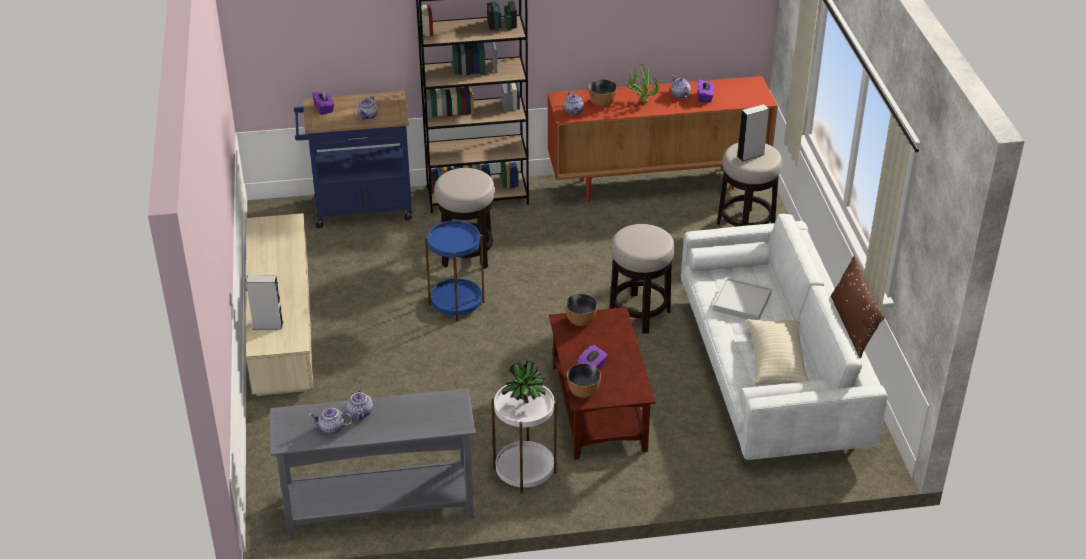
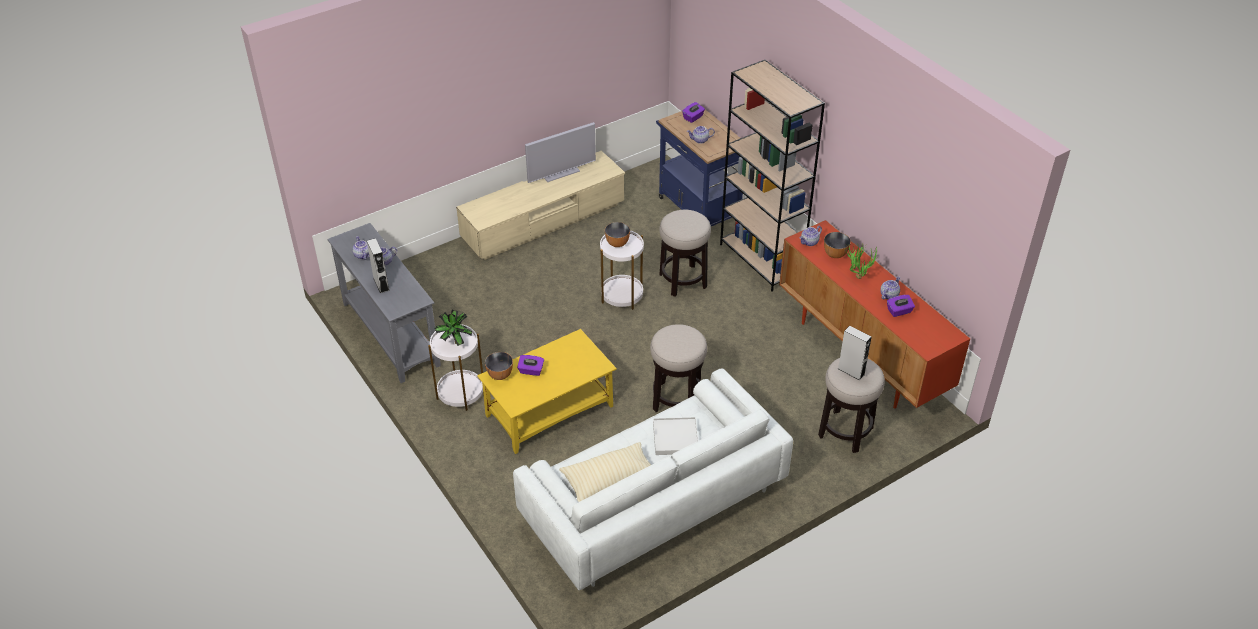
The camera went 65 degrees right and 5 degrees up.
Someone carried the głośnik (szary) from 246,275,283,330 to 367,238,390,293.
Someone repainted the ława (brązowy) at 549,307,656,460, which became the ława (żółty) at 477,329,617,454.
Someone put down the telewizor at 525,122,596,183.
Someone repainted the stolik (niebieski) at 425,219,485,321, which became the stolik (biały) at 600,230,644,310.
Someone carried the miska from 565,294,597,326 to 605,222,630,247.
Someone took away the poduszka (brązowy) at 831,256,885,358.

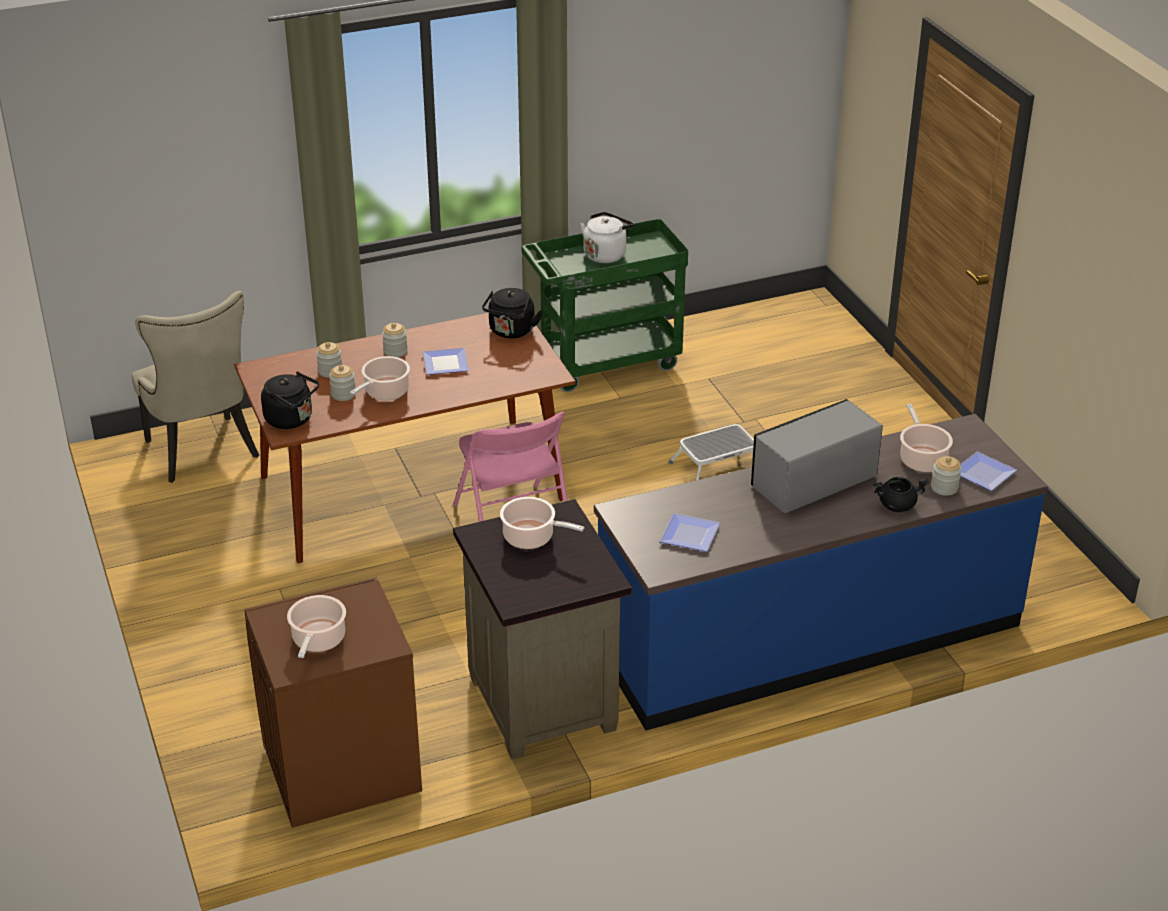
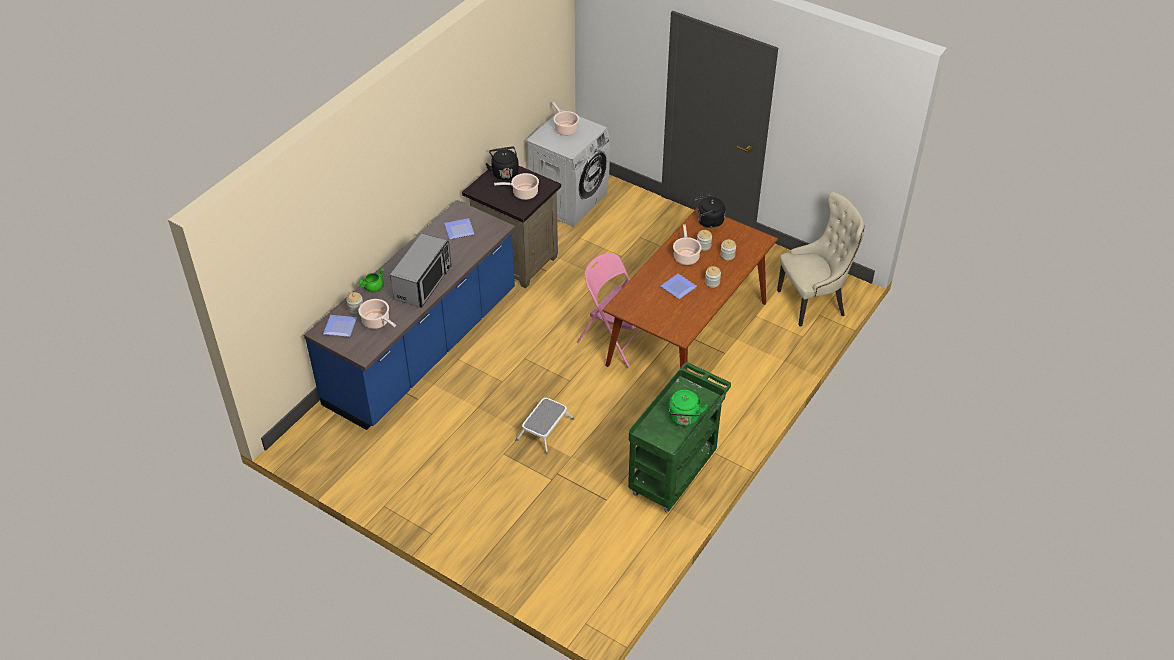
The camera went 145 degrees right and 10 degrees up.
Someone repainted the garnek (czarny) at 873,477,929,512, which became the garnek (zielony) at 358,268,385,292.
Someone carried the czajnik (czarny) from 482,288,542,338 to 486,146,519,180.
Someone repainted the pralka (brązowy) at 245,577,422,828, which became the pralka (biały) at 526,109,610,226.
Someone repainted the czajnik (biały) at 580,212,634,263, which became the czajnik (zielony) at 668,390,708,426.
Someone rotated the krzesło (beżowy) at 132,291,259,483 by 135 degrees clockwise.

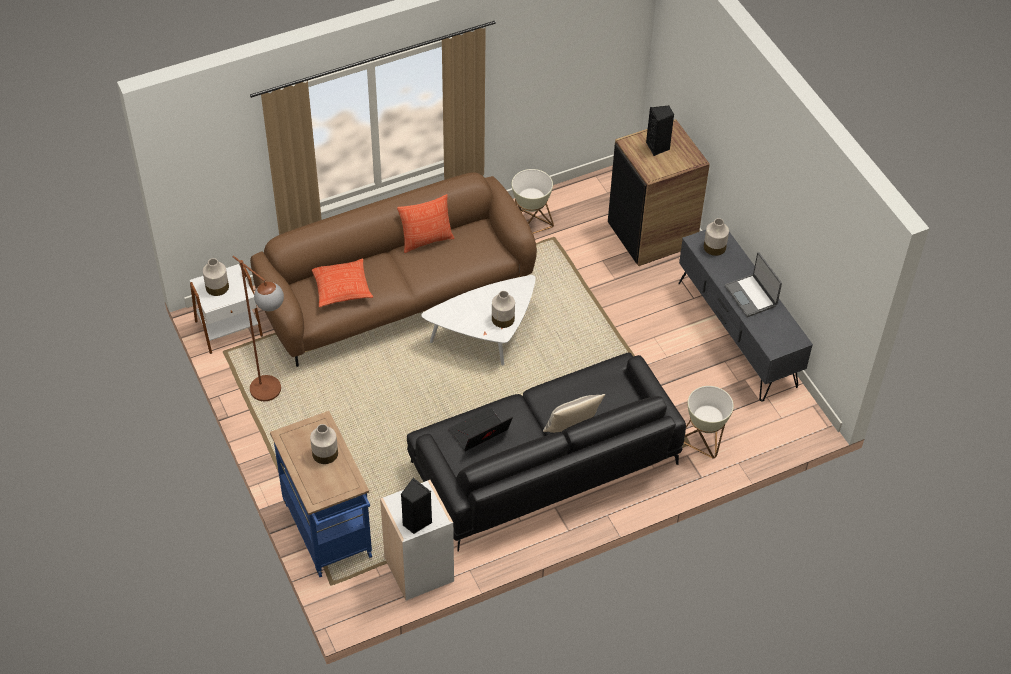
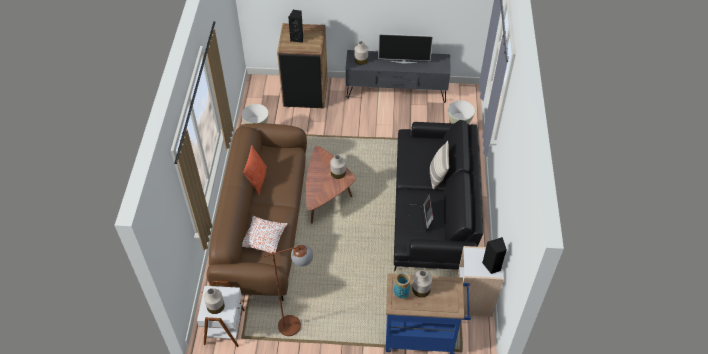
The camera went 60 degrees left and 0 degrees up.
Someone repainted the poduszka (pomarańczowy) at 312,258,373,307, which became the poduszka (biały) at 242,216,288,255.
Someone repainted the ława (biały) at 422,275,536,366, which became the ława (brązowy) at 306,146,356,224.
Someone swapped the laptop at 725,252,782,317 for the telewizor at 378,34,433,63.
Someone put down the wazon at 393,272,411,298.

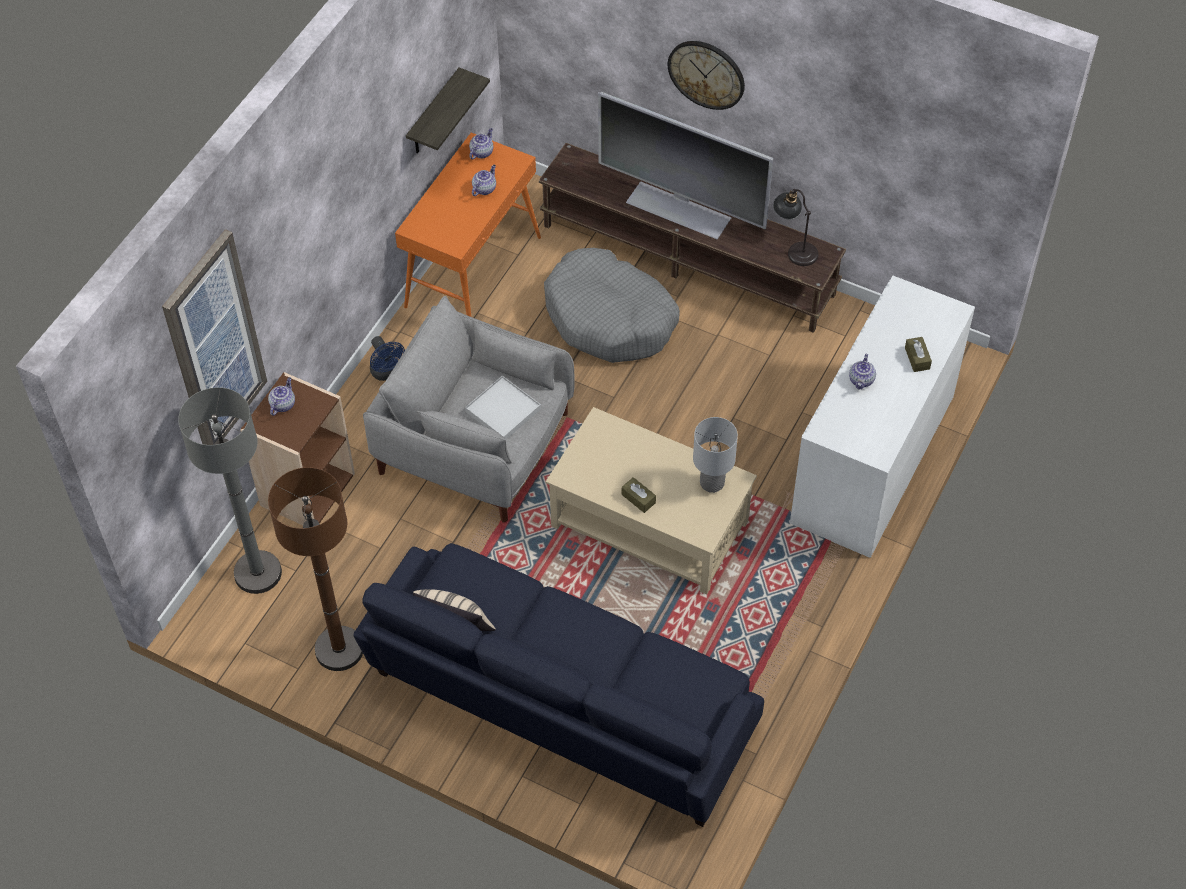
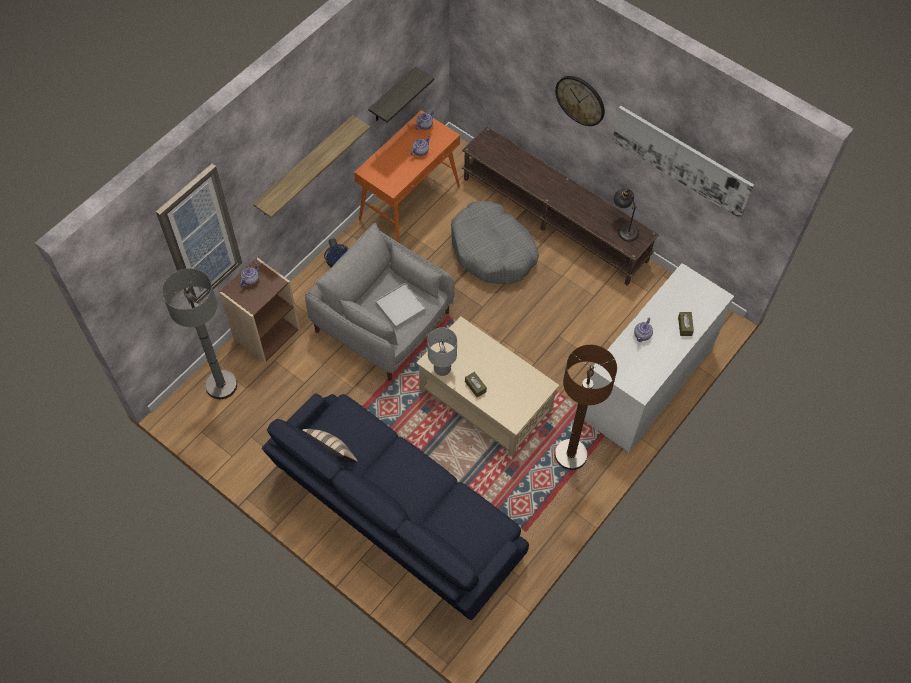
The camera went 10 degrees right and 5 degrees up.
Someone put up the półka at 253,115,371,218.
Someone carried the lampa stołowa (szary) from 693,417,738,493 to 427,328,457,376.
Someone carried the lampa stojąca (brązowy) from 268,467,363,671 to 555,345,617,470.
Someone put up the obraz at 612,106,754,219.
Someone took away the telewizor at 598,92,773,239.

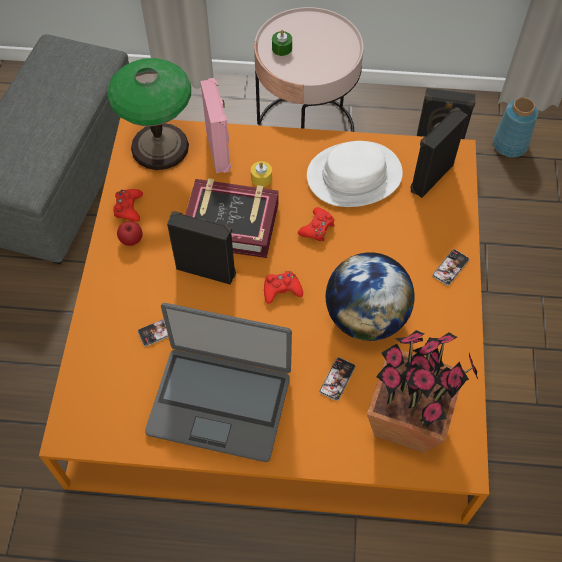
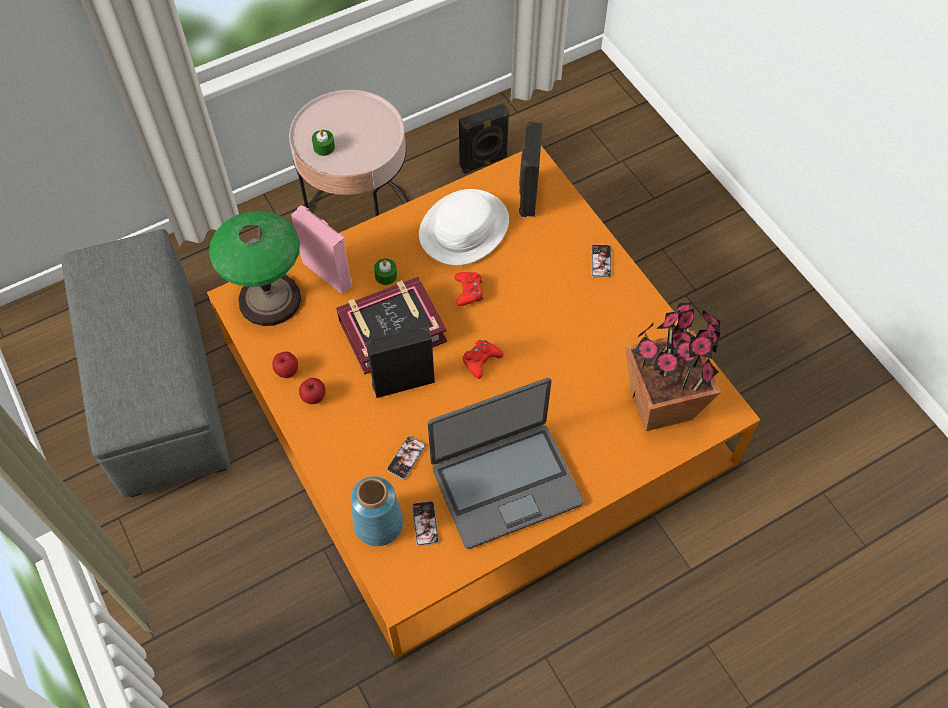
The camera went 35 degrees left and 0 degrees up.
Someone swapped the pad do gier (czerwony) at 113,189,143,222 for the jabłko at 272,352,298,378.
Someone carried the wazon (niebieski) from 493,97,538,157 to 351,476,403,546.
Someone repainted the świeca (żółty) at 251,161,272,187, which became the świeca (zielony) at 374,258,397,285.
Someone carried the telefon from 319,357,356,401 to 412,501,439,546.
Someone took away the globus at 326,252,414,341.

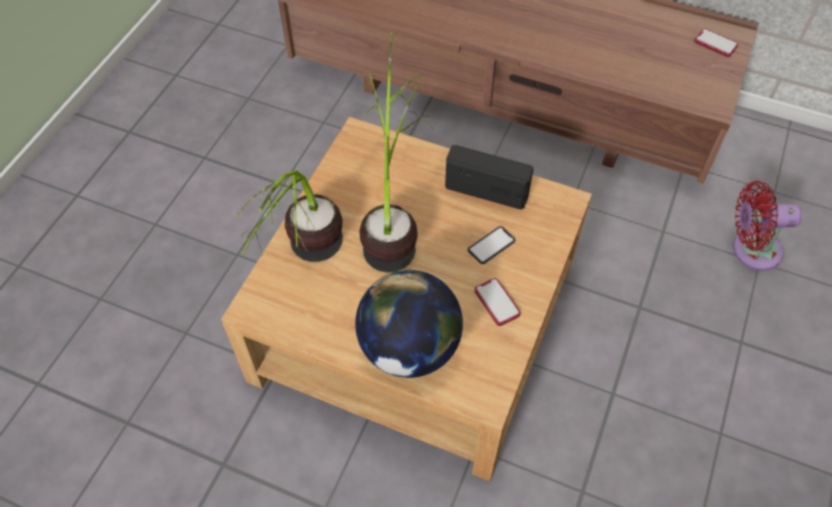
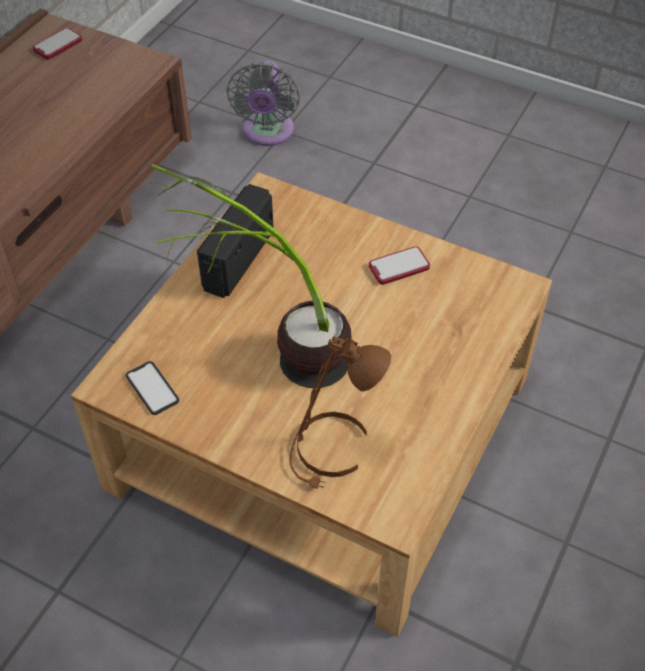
The camera went 85 degrees left and 5 degrees down.
Someone carried the telefon from 468,226,515,264 to 126,361,179,415.
Someone repainted the wentylator (czerwony) at 733,181,802,271, which became the wentylator (szary) at 226,60,300,146.
Someone swapped the roślina doniczkowa at 235,170,343,262 for the lampa stołowa (brązowy) at 289,336,391,489.
Someone took away the globus at 355,270,463,378.

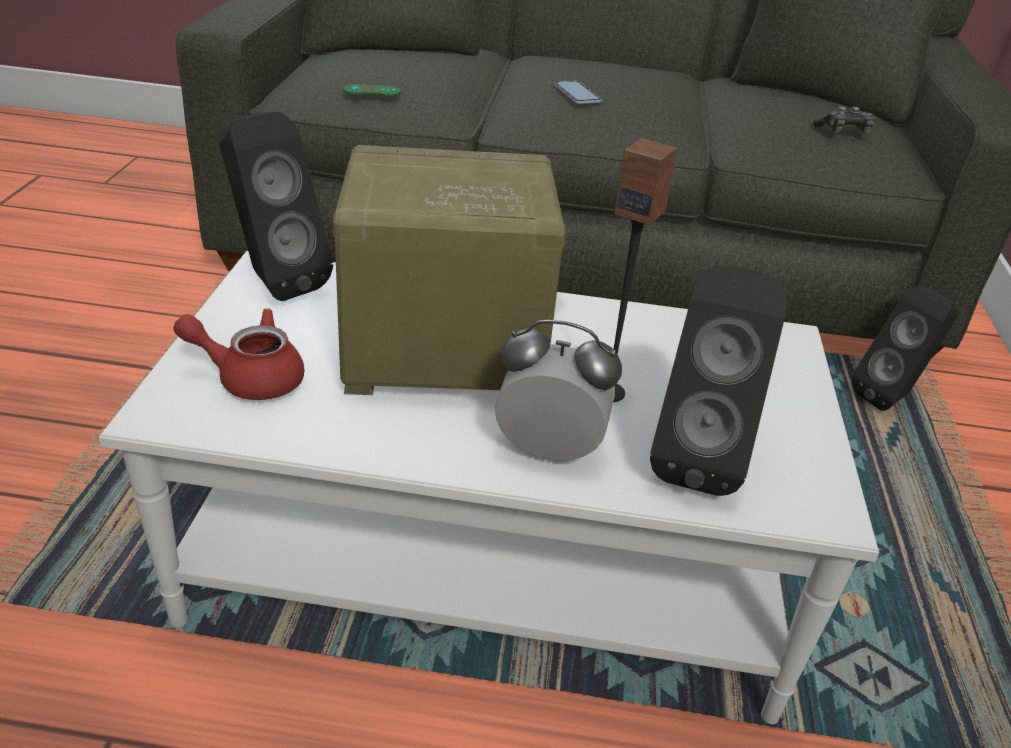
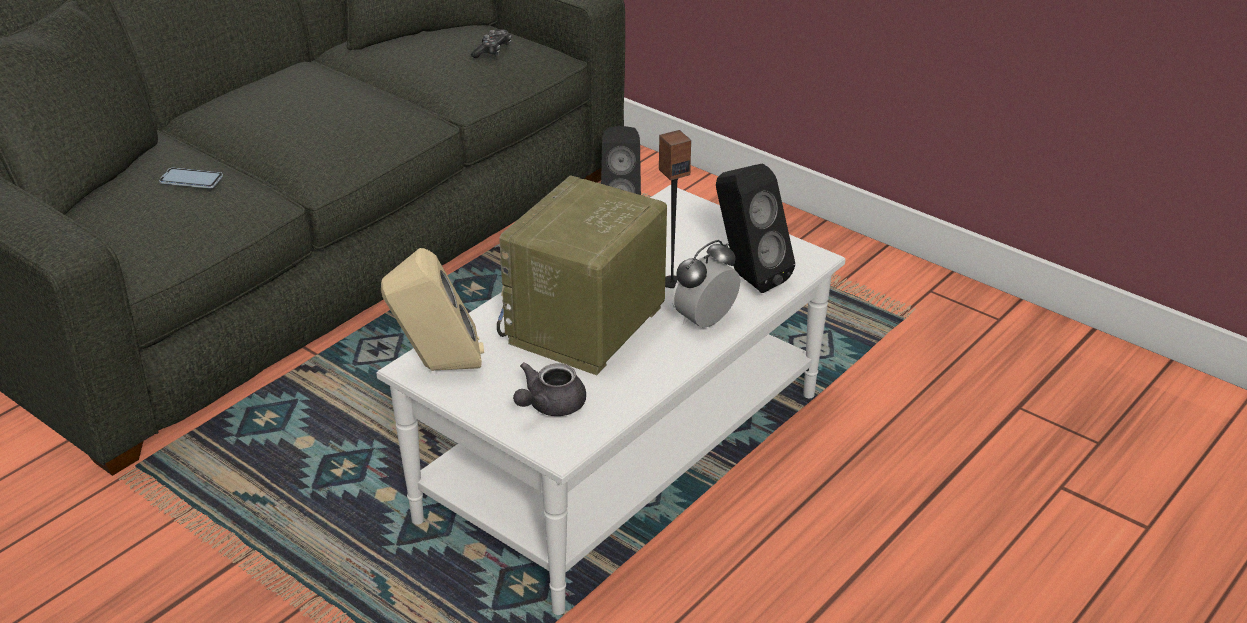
The camera went 55 degrees left and 0 degrees up.
Someone carried the telefon from 554,80,602,104 to 159,168,223,188.
Someone repainted the głośnik (czarny) at 219,112,333,301, which became the głośnik (beżowy) at 381,248,484,371.
Someone repainted the imbryk (czerwony) at 173,308,304,400, which became the imbryk (szary) at 513,362,586,416.
Someone took away the pad do gier (zielony) at 343,84,401,96.

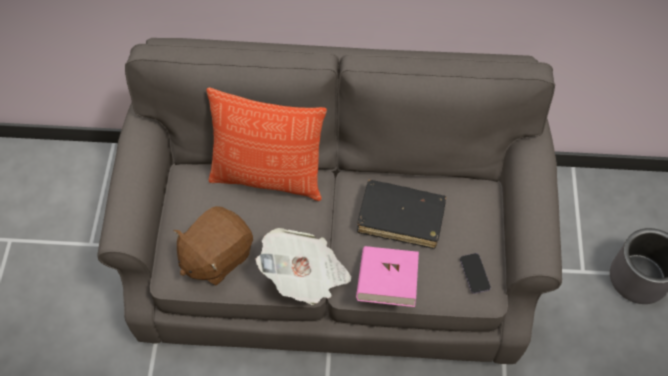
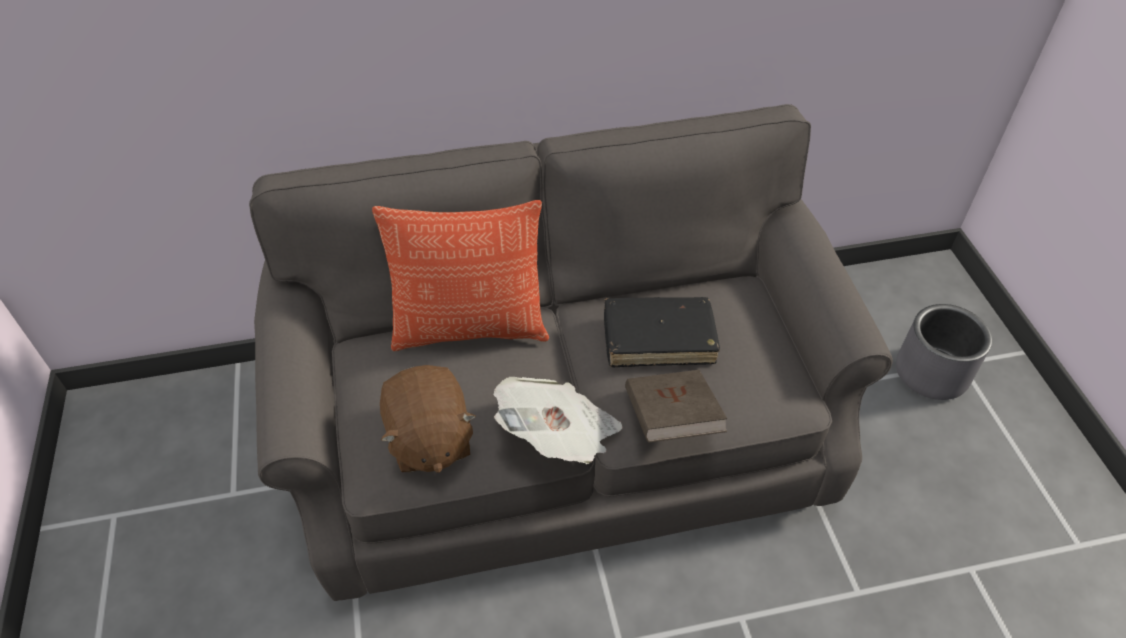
The camera went 15 degrees left and 10 degrees down.
Someone rotated the pluszak (brązowy) at 174,206,253,285 by 45 degrees counterclockwise.
Someone repainted the książka (różowy) at 356,246,419,307, which became the książka (brązowy) at 625,370,727,443.
Someone took away the telefon at 460,253,491,294.

